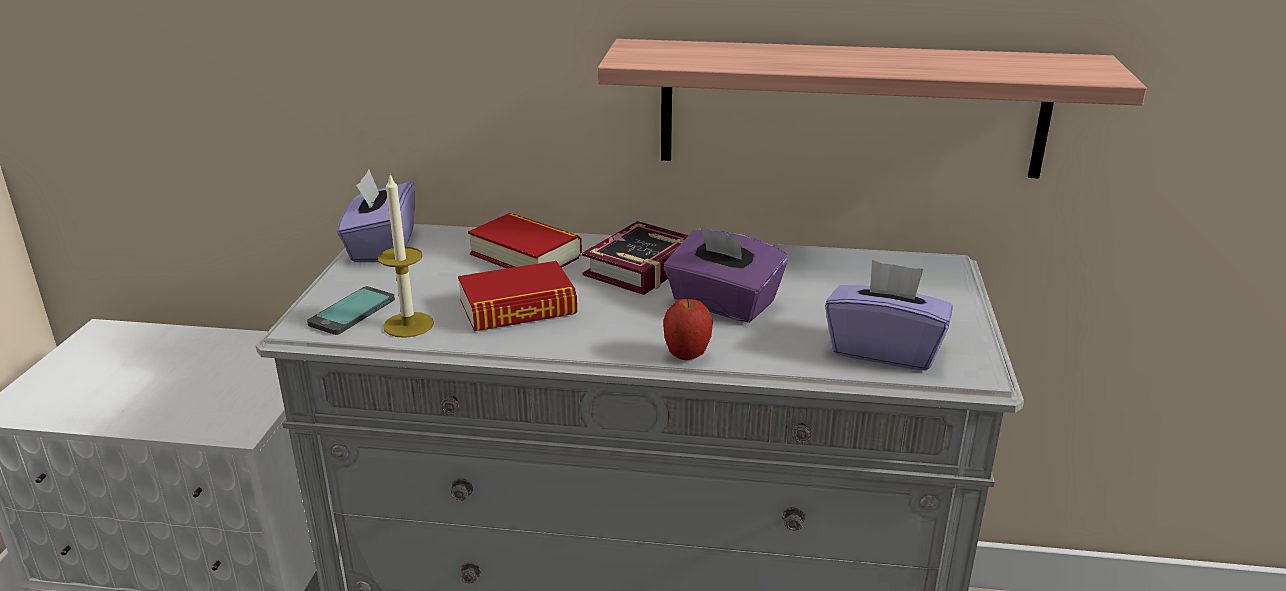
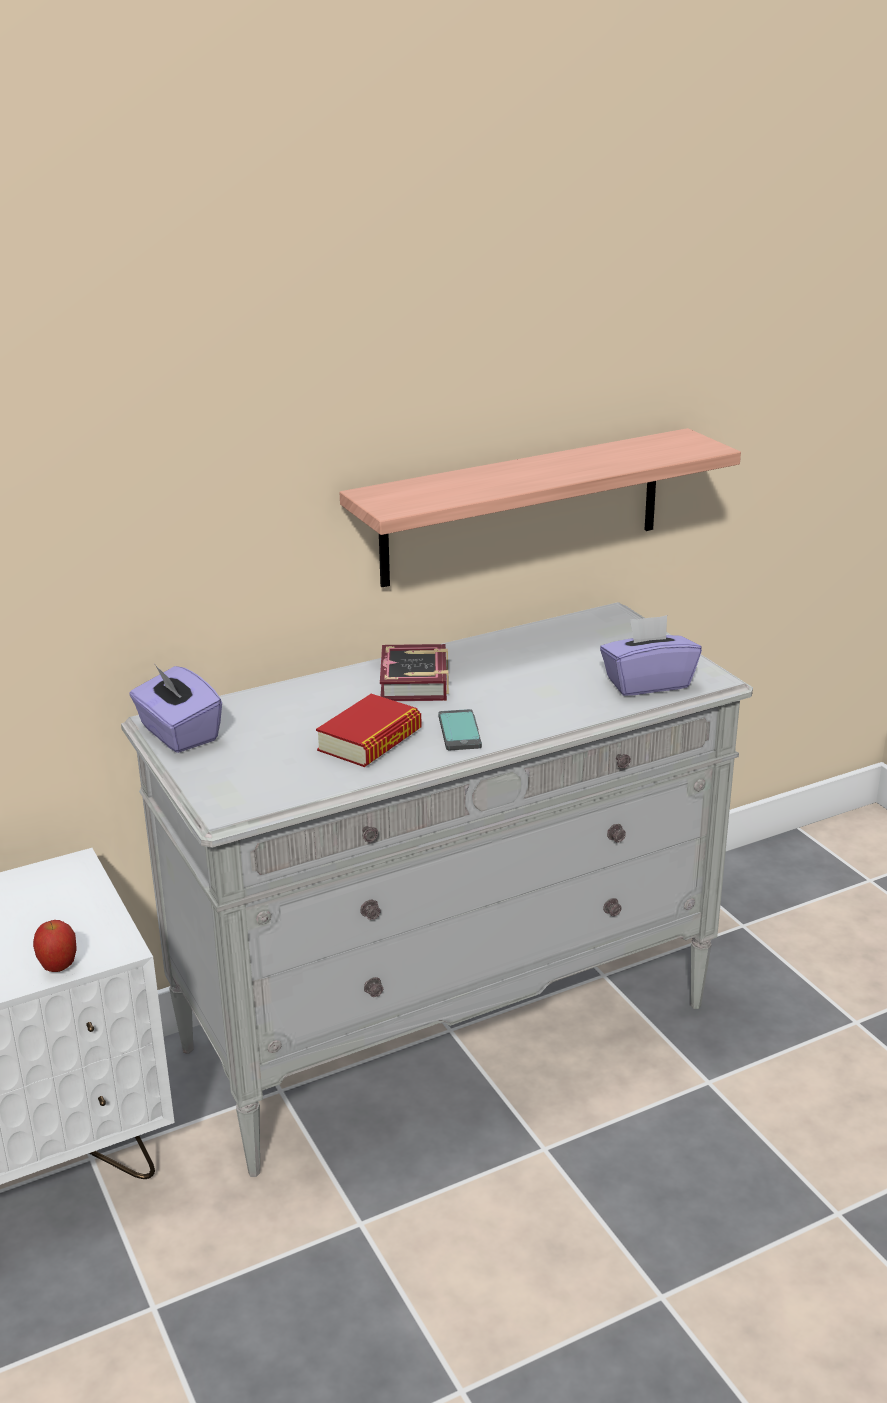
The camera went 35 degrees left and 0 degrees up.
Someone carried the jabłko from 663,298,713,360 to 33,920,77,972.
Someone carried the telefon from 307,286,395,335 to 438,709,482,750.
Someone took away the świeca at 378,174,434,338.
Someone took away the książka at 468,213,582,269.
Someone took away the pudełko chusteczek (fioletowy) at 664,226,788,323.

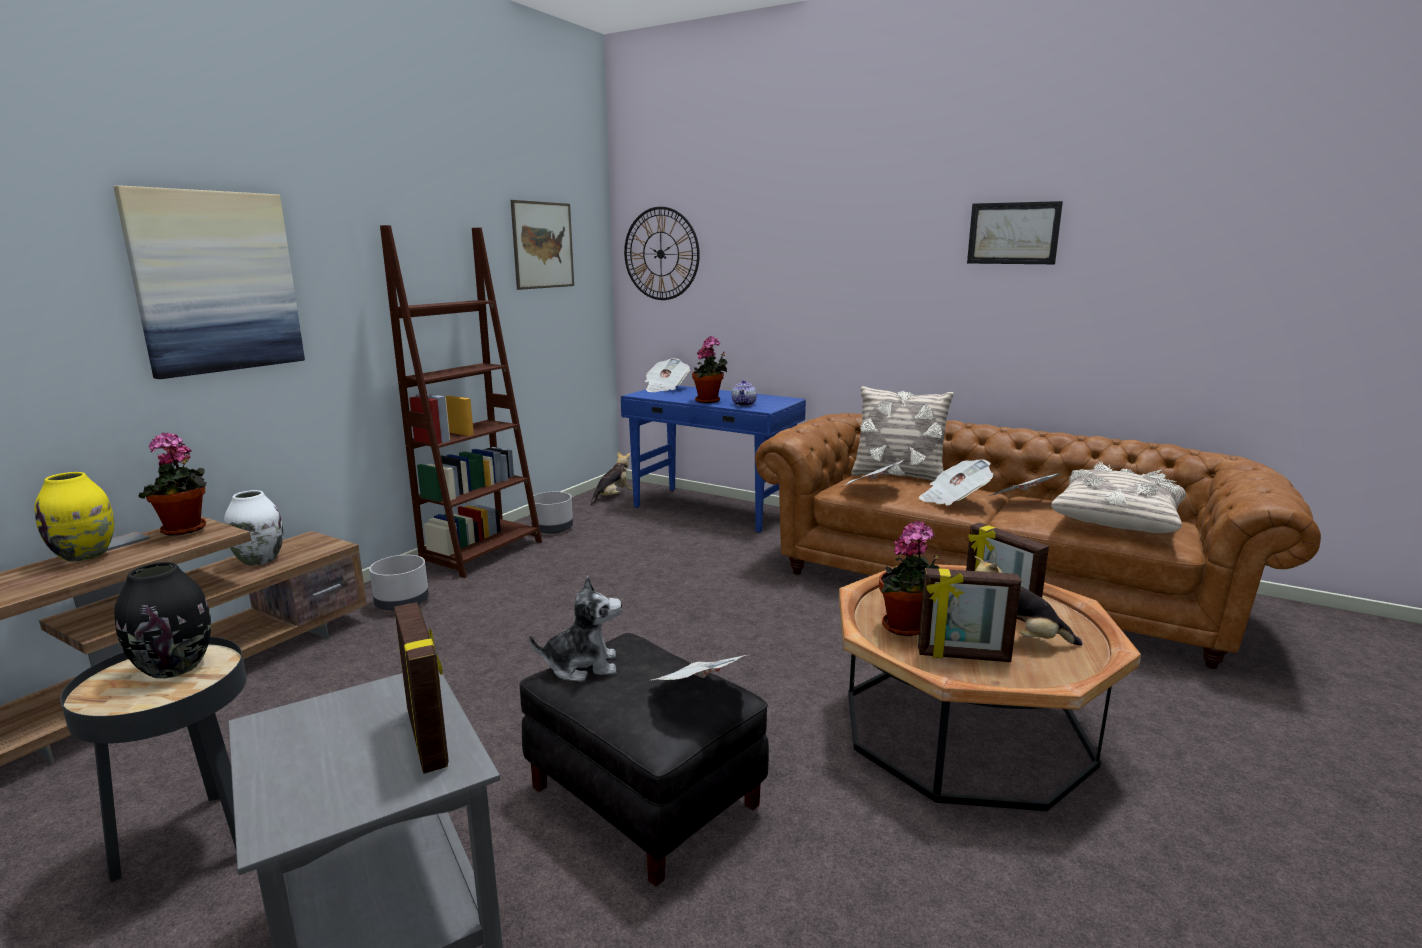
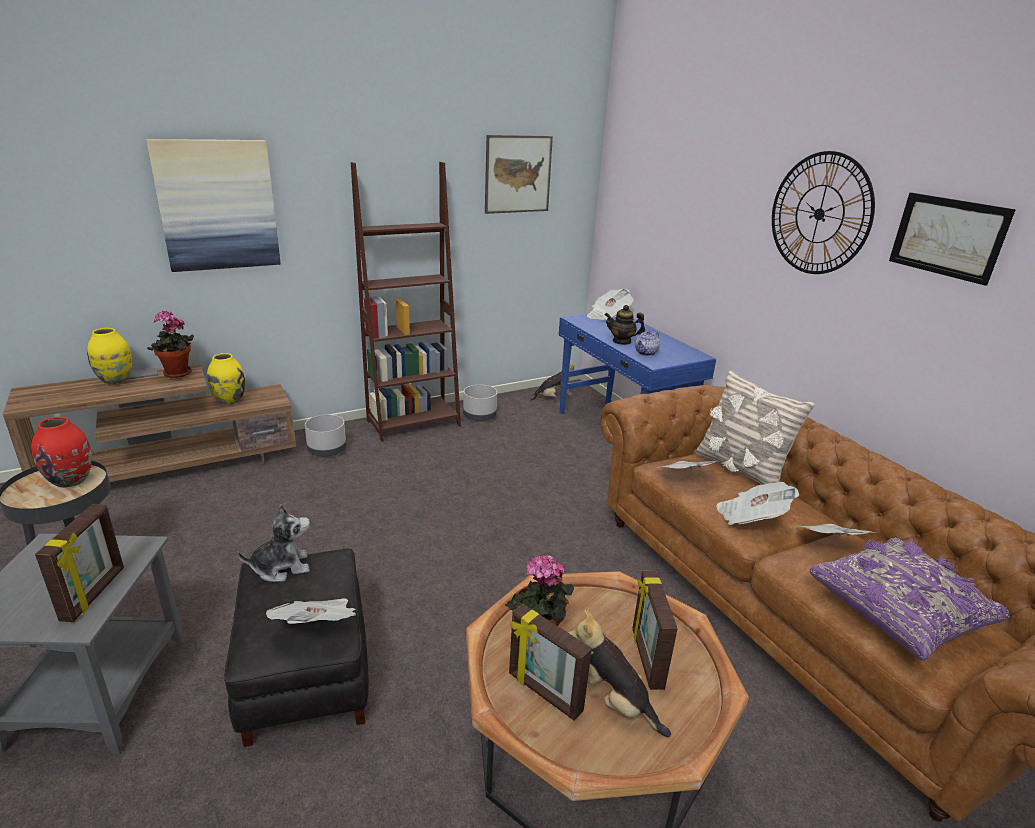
The camera went 30 degrees right and 10 degrees up.
Someone repainted the wazon (czarny) at 114,562,211,679, which became the wazon (czerwony) at 31,417,92,488.
Someone repainted the wazon (biały) at 224,490,283,566, which became the wazon (żółty) at 207,353,245,405.
Someone rotated the pluszak at 529,576,622,682 by 45 degrees counterclockwise.
Someone swapped the roślina doniczkowa at 692,336,728,403 for the imbryk at 605,305,645,345.
Someone carried the zegar ścienny from 624,207,700,300 to 772,151,875,274.
Someone repainted the poduszka (beżowy) at 1051,461,1186,533, which became the poduszka (fioletowy) at 810,538,1010,661.

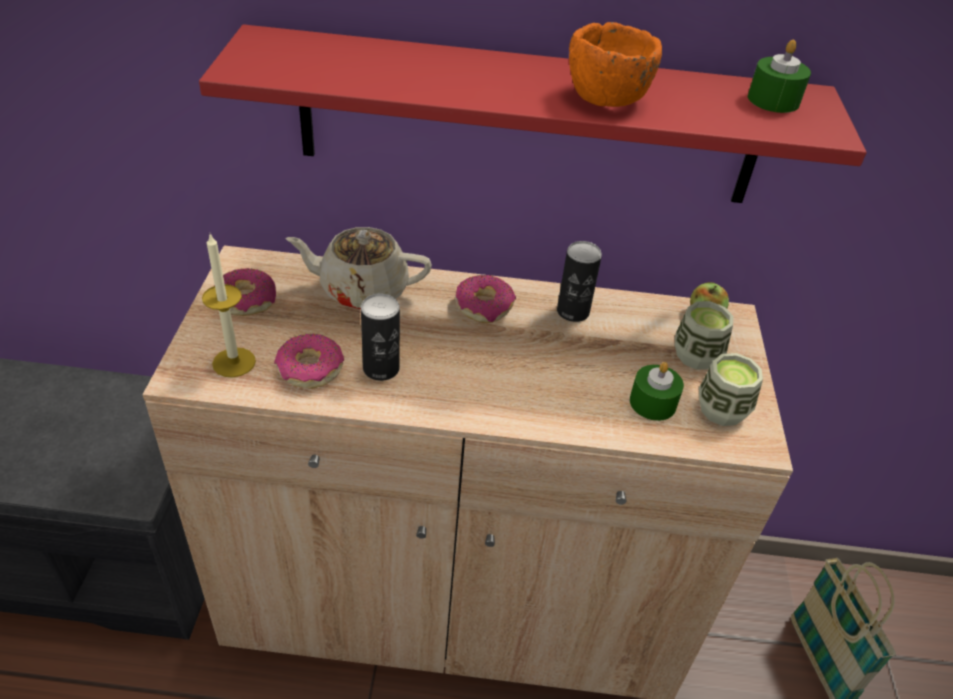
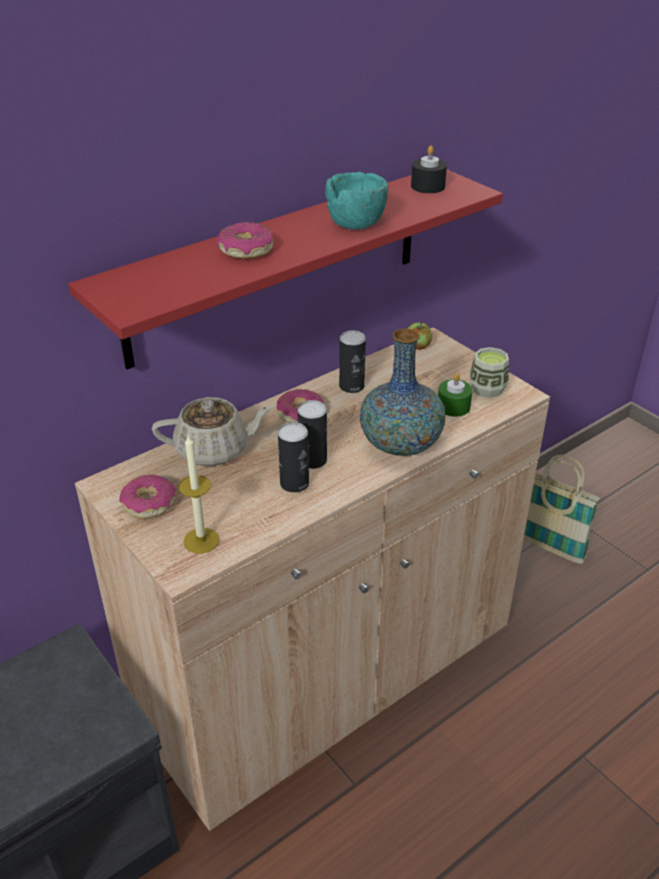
The camera went 40 degrees left and 5 degrees down.
Someone rotated the imbryk (beżowy) at 286,227,432,310 by 150 degrees counterclockwise.
Someone carried the donut from 274,334,344,389 to 217,222,273,259.
Someone put down the puszka at 298,400,327,469.
Someone repainted the miska (pomarańczowy) at 569,22,662,107, which became the miska (turkusowy) at 325,172,388,229.
Someone put down the wazon at 360,329,445,456.
Someone repainted the świeca (zielony) at 748,40,811,113, which became the świeca (czarny) at 411,146,447,193.
Someone took away the filiżanka at 675,301,733,370.

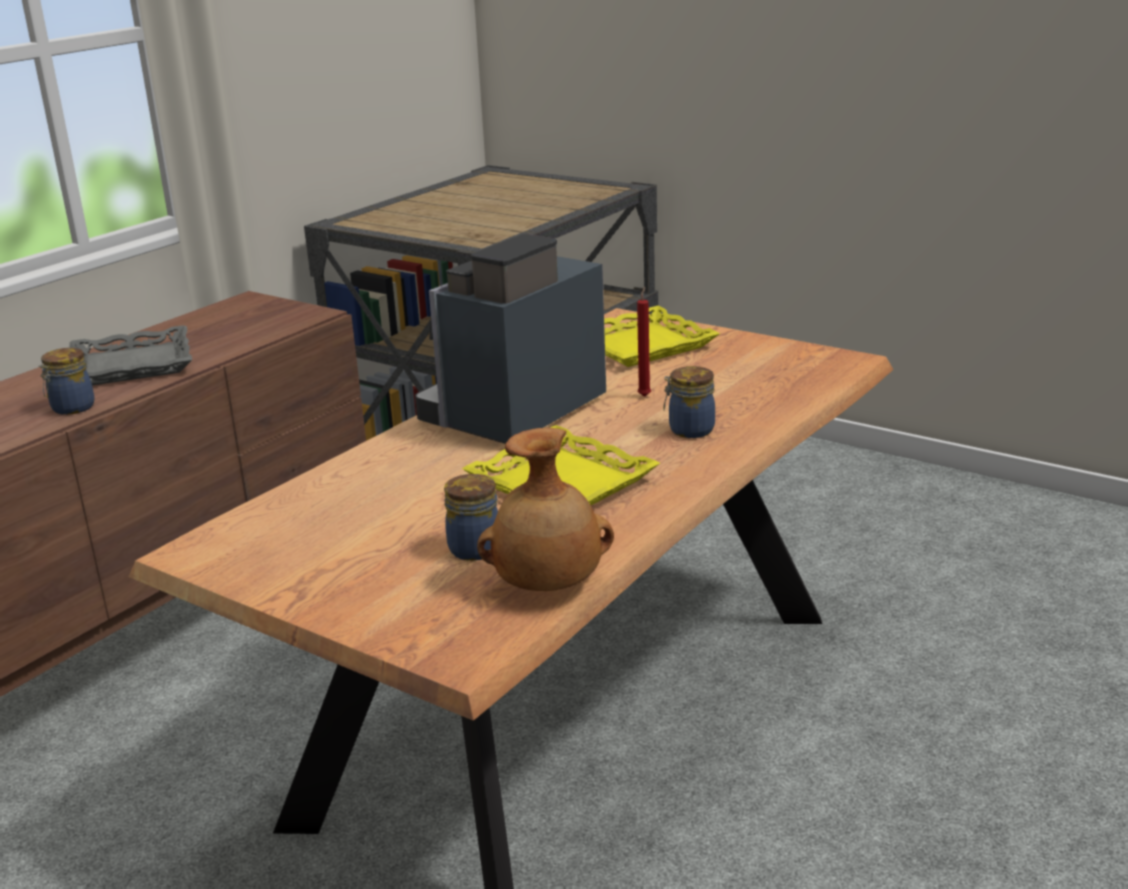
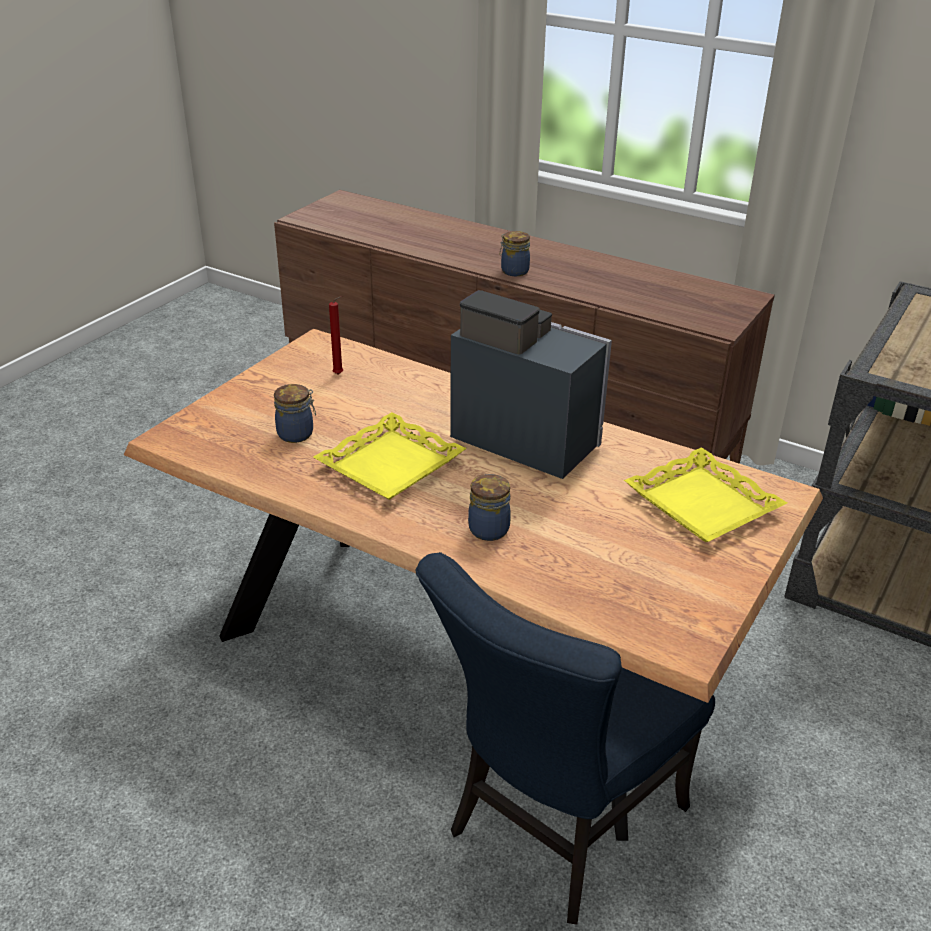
The camera went 85 degrees right and 10 degrees up.
Someone carried the świeca (czerwony) from 637,287,651,397 to 329,296,343,374.
Someone put down the krzesło (niebieski) at 416,552,715,925.
Someone took away the taca (szary) at 69,325,192,385.
Someone took away the wazon (brązowy) at 477,428,614,591.

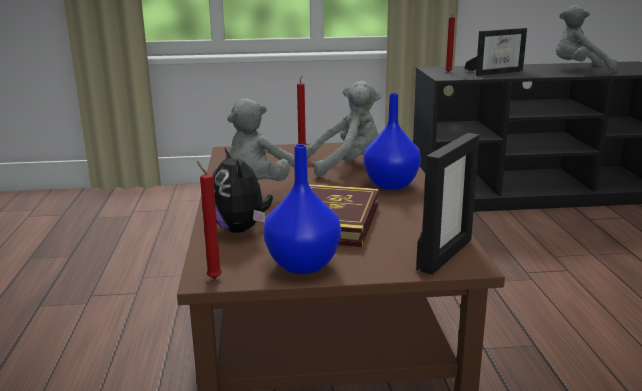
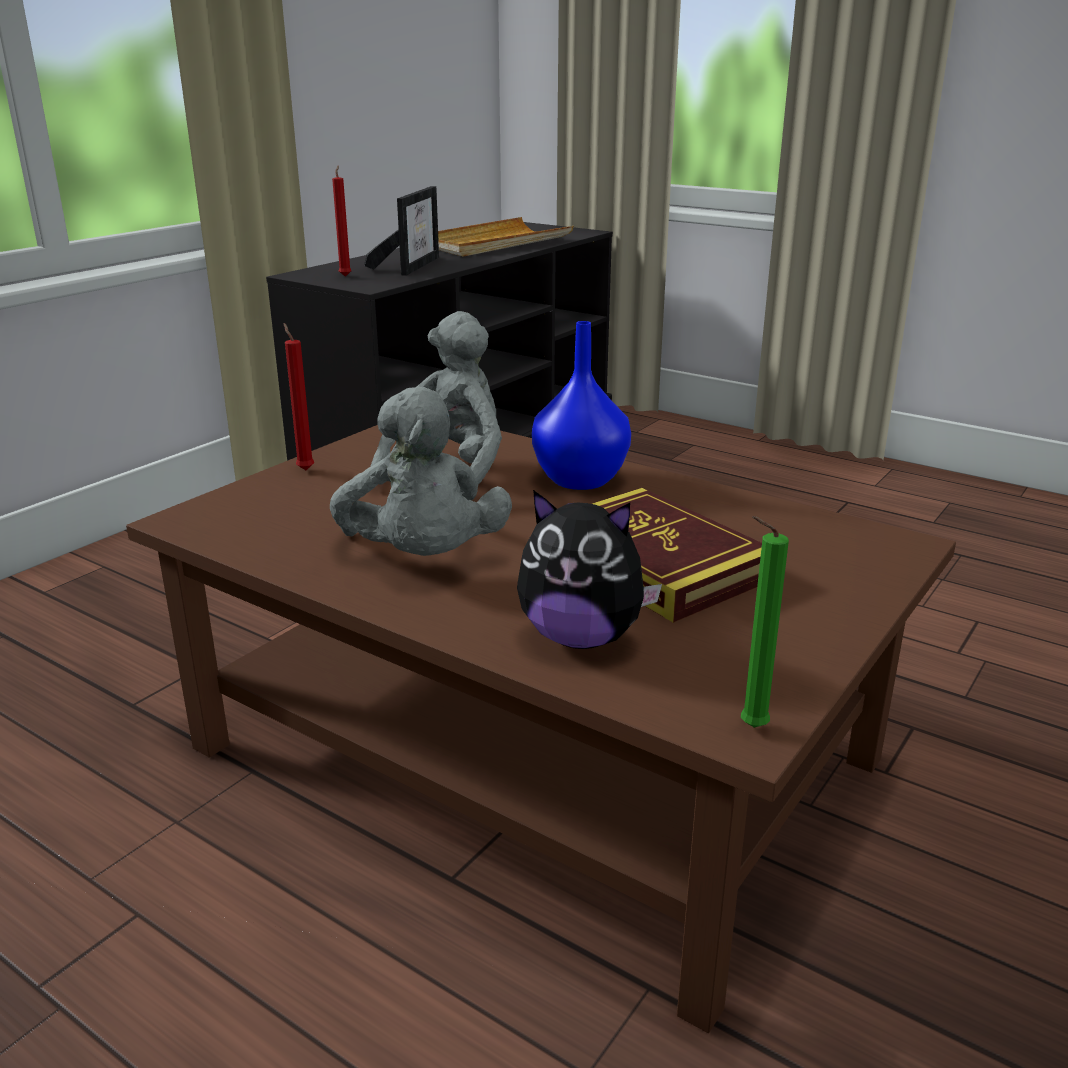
The camera went 50 degrees left and 5 degrees up.
Someone swapped the pluszak (szary) at 556,5,617,70 for the taca (beżowy) at 438,217,574,257.
Someone repainted the świeca (czerwony) at 197,161,222,279, which became the świeca (zielony) at 741,516,789,728.
Someone took away the wazon (niebieski) at 264,144,341,274.
Someone took away the ramka na zdjęcie at 416,133,480,275.

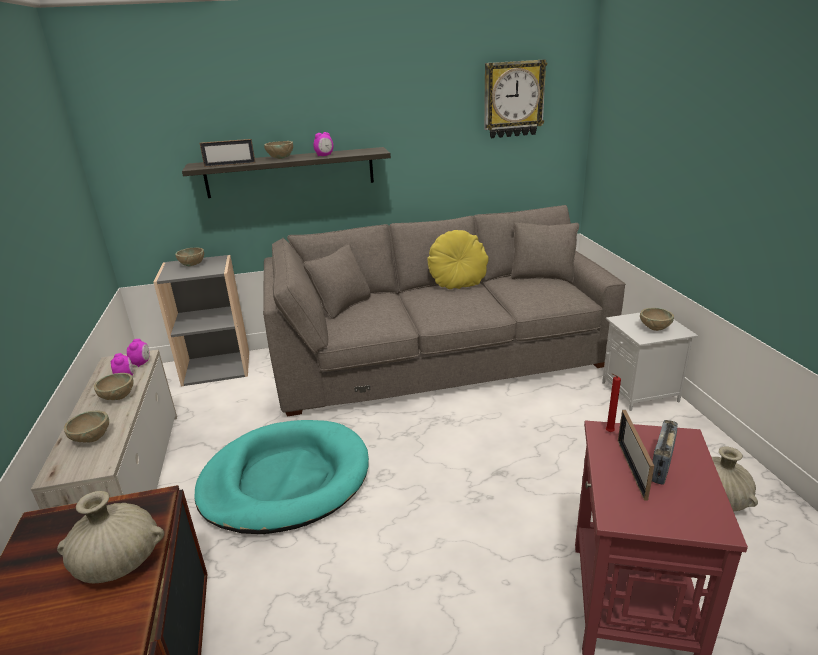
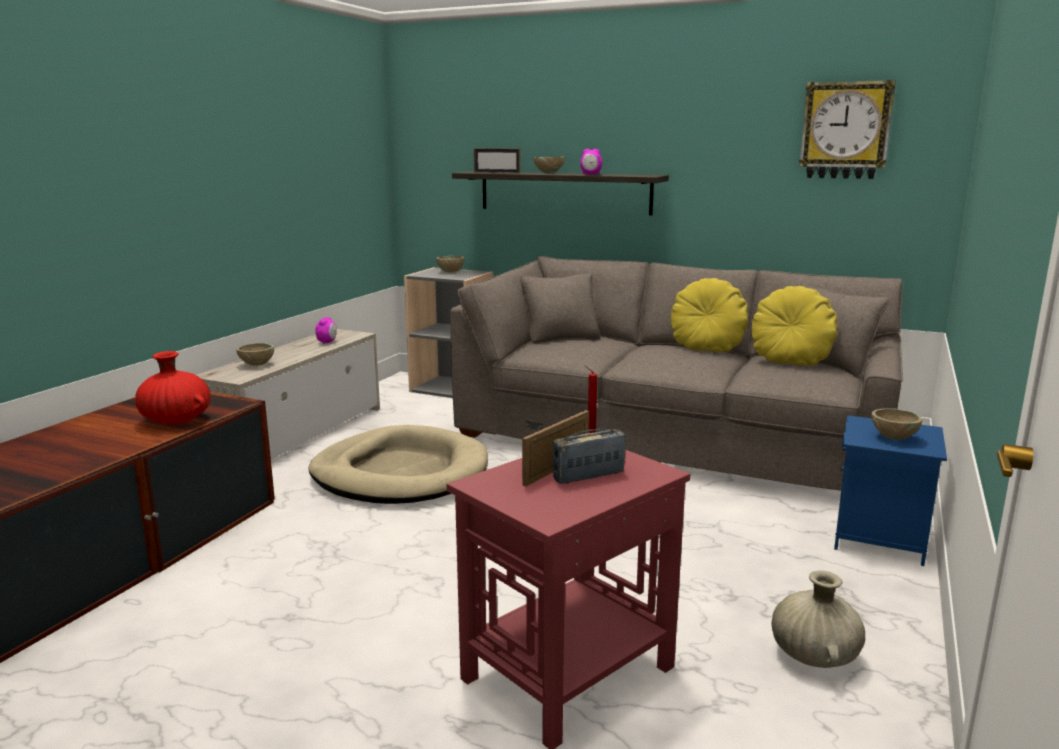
The camera went 35 degrees right and 10 degrees down.
Someone repainted the wazon (beżowy) at 57,491,164,583, which became the wazon (czerwony) at 135,351,210,424.
Someone repainted the legowisko (turkusowy) at 195,420,369,534, which became the legowisko (beżowy) at 309,425,488,504.
Someone put down the poduszka (żółty) at 751,286,837,366.
Someone repainted the szafka nocna (szary) at 602,313,698,411, which became the szafka nocna (niebieski) at 834,415,947,566.
Someone took away the miska (beżowy) at 94,373,134,400.
Someone took away the budzik at 127,339,149,367.

